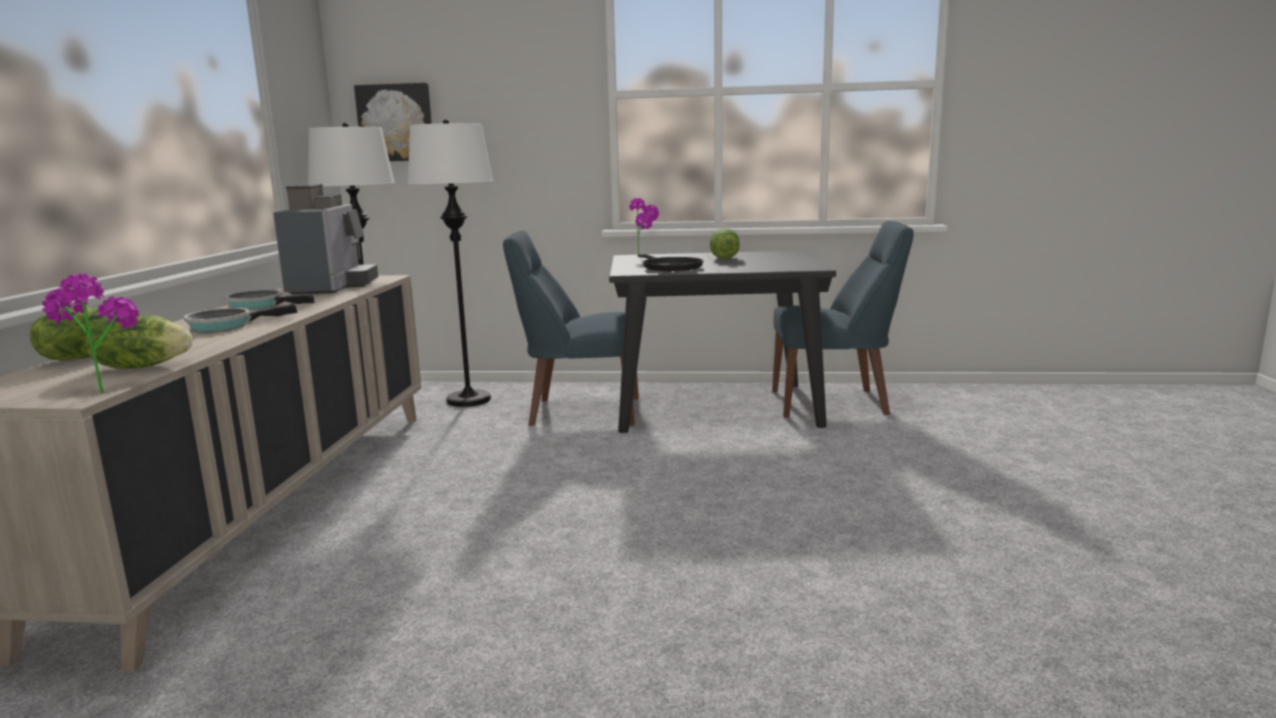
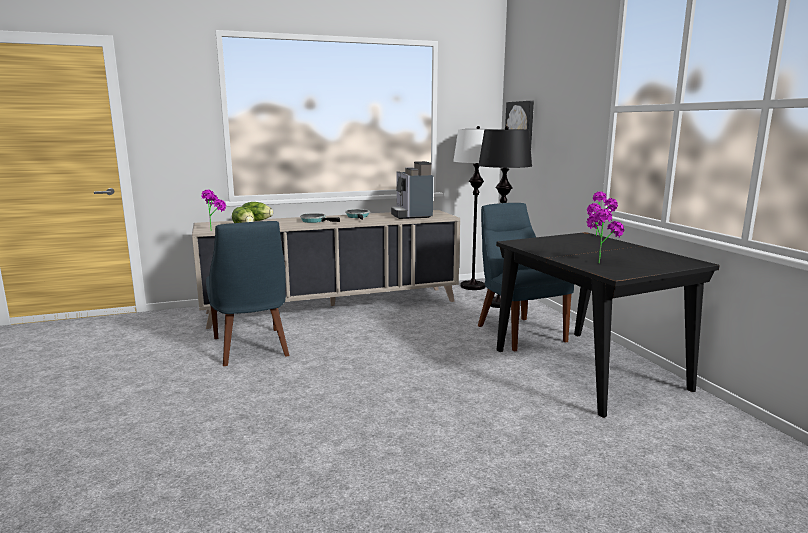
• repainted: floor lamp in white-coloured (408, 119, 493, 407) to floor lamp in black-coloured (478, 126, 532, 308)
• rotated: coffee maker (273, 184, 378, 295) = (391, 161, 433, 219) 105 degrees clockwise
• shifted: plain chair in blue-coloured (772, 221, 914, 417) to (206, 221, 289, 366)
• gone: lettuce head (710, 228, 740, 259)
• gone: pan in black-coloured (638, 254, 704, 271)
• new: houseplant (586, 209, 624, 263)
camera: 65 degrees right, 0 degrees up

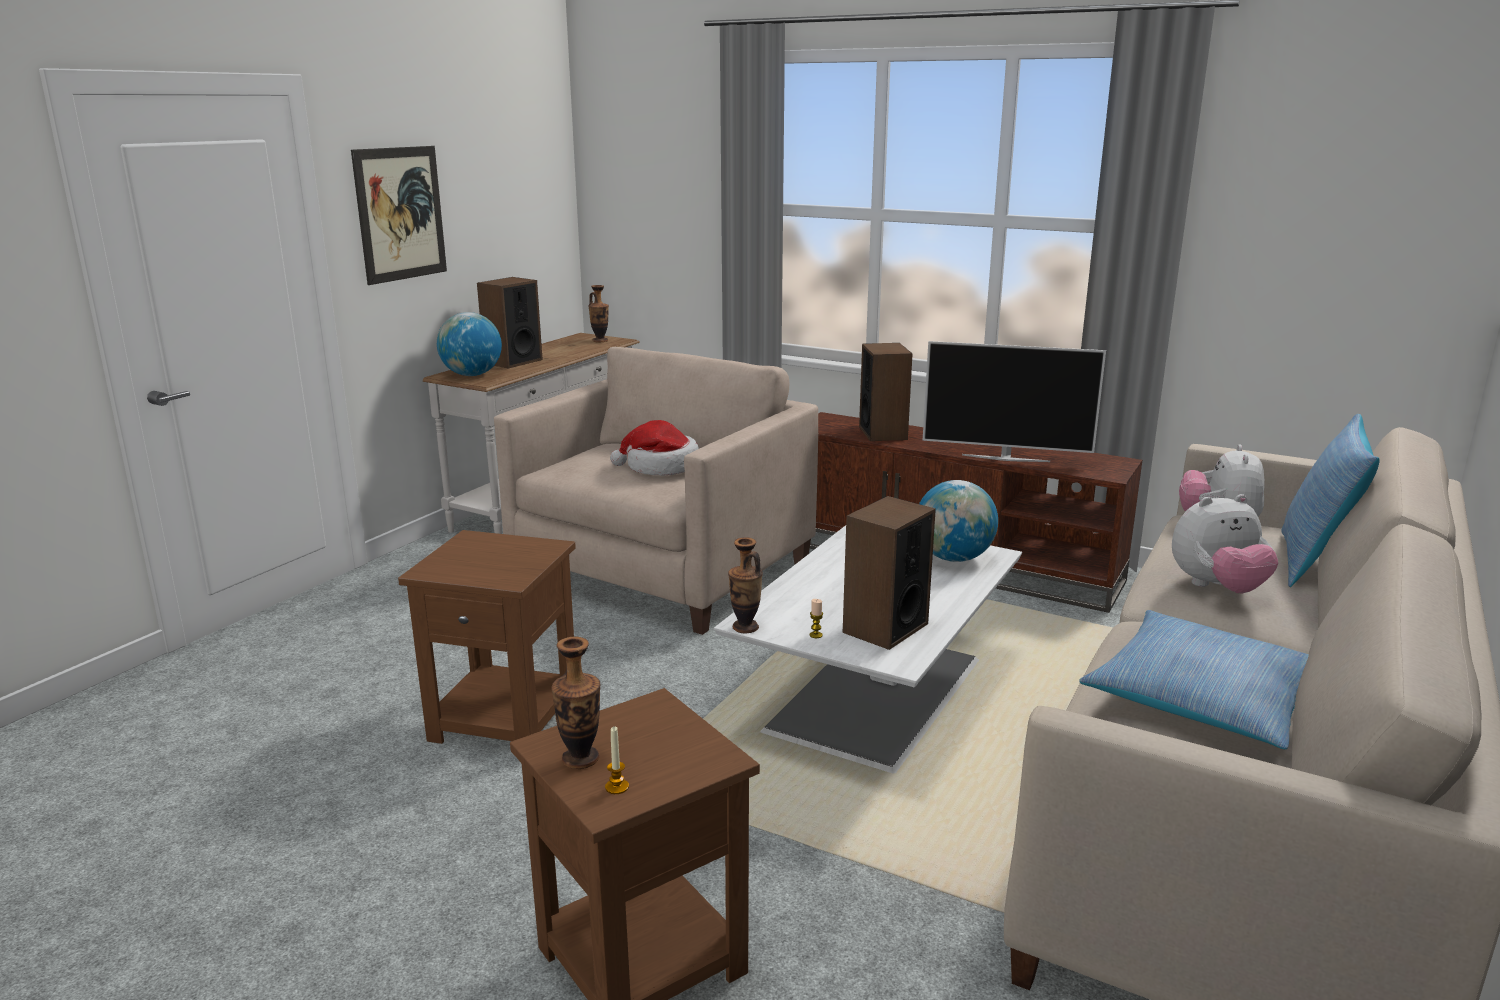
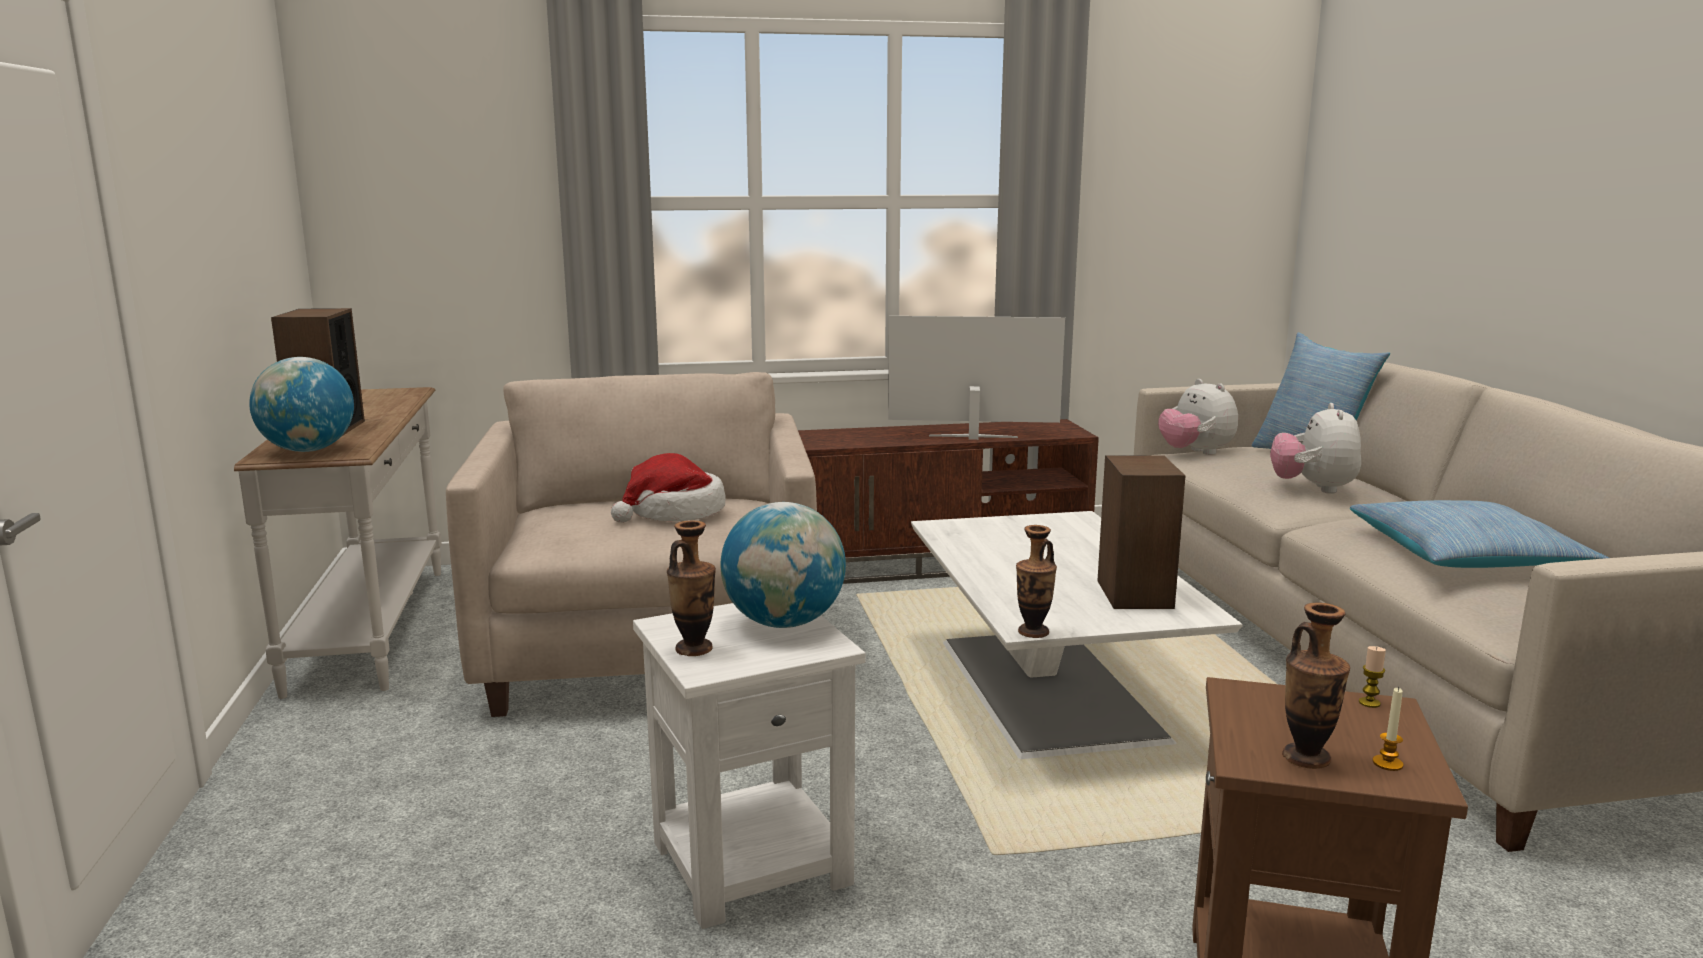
• gone: wall picture (351, 146, 447, 285)
• shifted: flower vase (588, 285, 609, 342) to (667, 521, 716, 656)
• rotated: television (922, 341, 1106, 462) = (888, 316, 1065, 440) 150 degrees counterclockwise
• gone: speaker (859, 343, 912, 441)
• shifted: world globe (919, 480, 998, 562) to (720, 502, 846, 628)
• rotated: cuddly toy (1172, 494, 1278, 593) = (1270, 403, 1361, 494) 150 degrees clockwise
• repainted: end table in brown-coloured (398, 530, 576, 744) to end table in white-coloured (633, 603, 865, 929)
• shifted: wax light (810, 599, 823, 638) to (1359, 646, 1386, 708)
camera: 40 degrees left, 5 degrees down

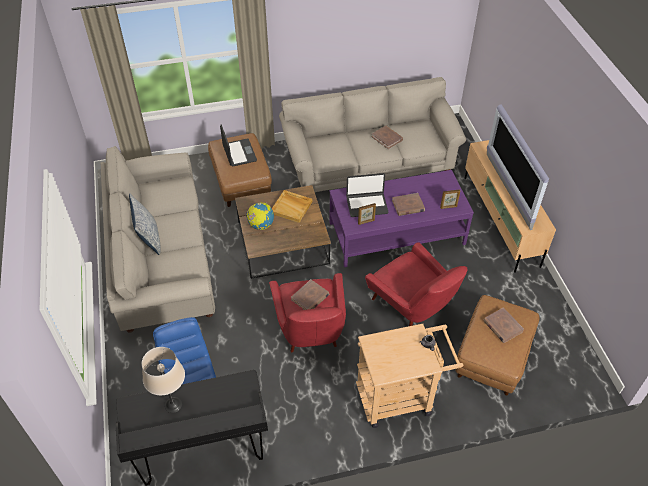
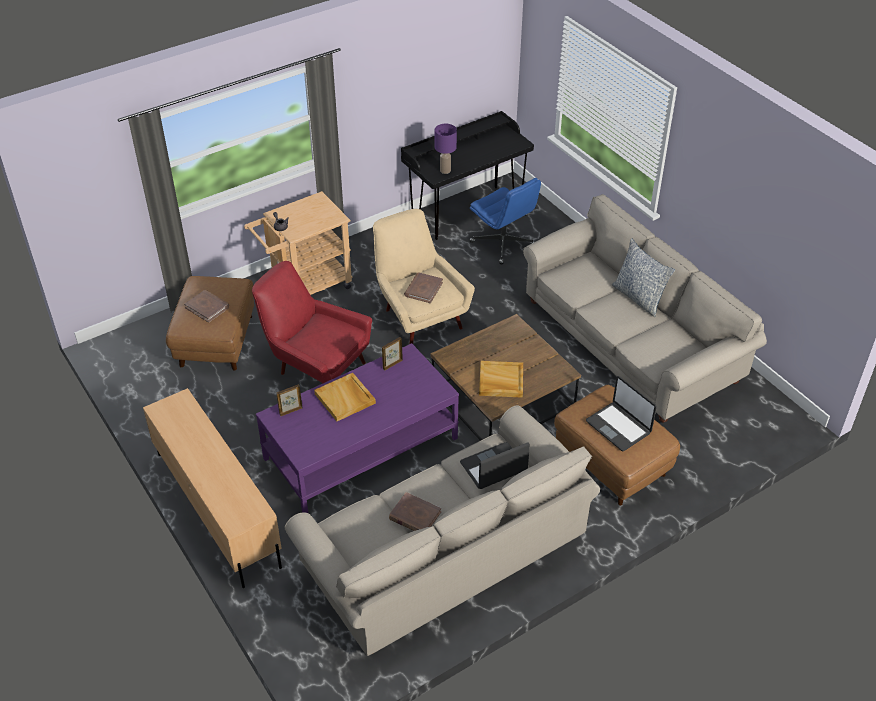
• gone: television (487, 104, 549, 230)
• shifted: portable computer (346, 173, 388, 217) to (460, 442, 530, 489)
• swapped: volume in brown-coloured (392, 193, 425, 216) to serving tray in beige (314, 373, 376, 421)
• gone: world globe (246, 203, 274, 230)
• repainted: lounge chair in red (269, 273, 346, 353) to lounge chair in beige (373, 209, 475, 344)
• gone: tabletop lamp in beige (142, 347, 185, 413)
• new: tabletop lamp in purple (435, 124, 457, 174)
camera: 160 degrees right, 5 degrees down

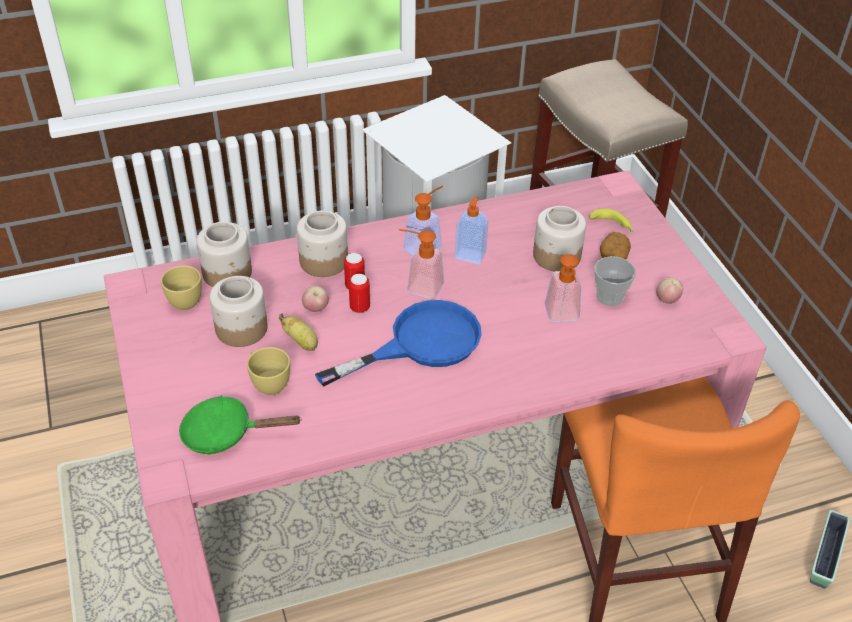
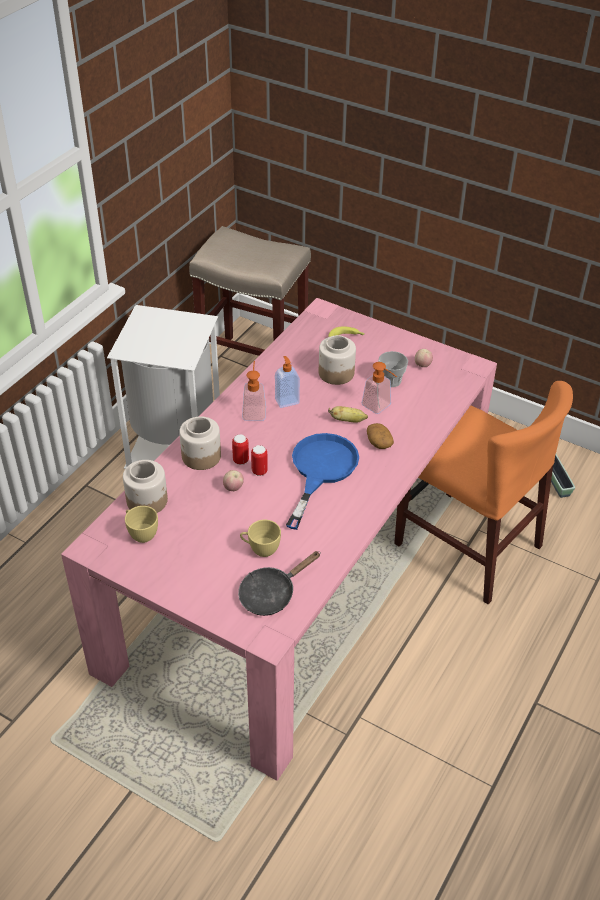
• gone: liquid soap bottle (399, 229, 444, 299)
• shifted: potato (600, 232, 631, 260) to (367, 423, 394, 449)
• gone: jar (209, 276, 268, 347)
• shifted: whole banana (279, 313, 318, 351) to (328, 406, 368, 423)
• repainted: pan in green (179, 396, 302, 455) to pan in black-coloured (238, 551, 321, 616)
camera: 40 degrees left, 0 degrees up

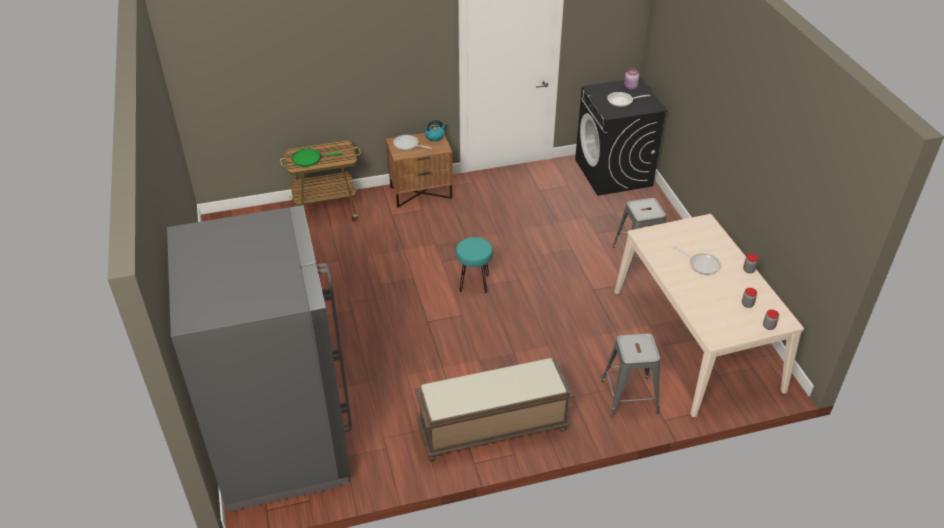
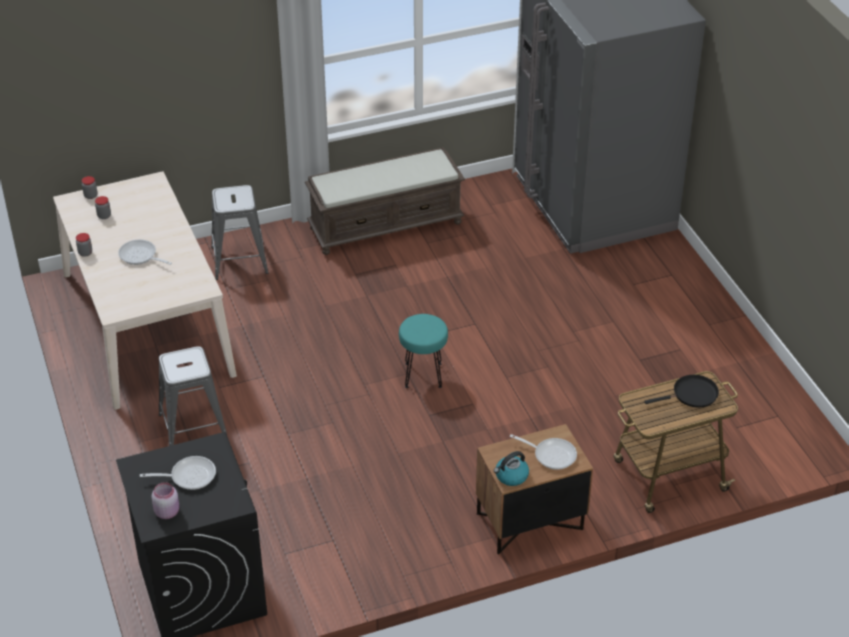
• repainted: pan in green (292, 149, 342, 167) to pan in black-coloured (644, 375, 719, 408)
camera: 175 degrees right, 0 degrees up

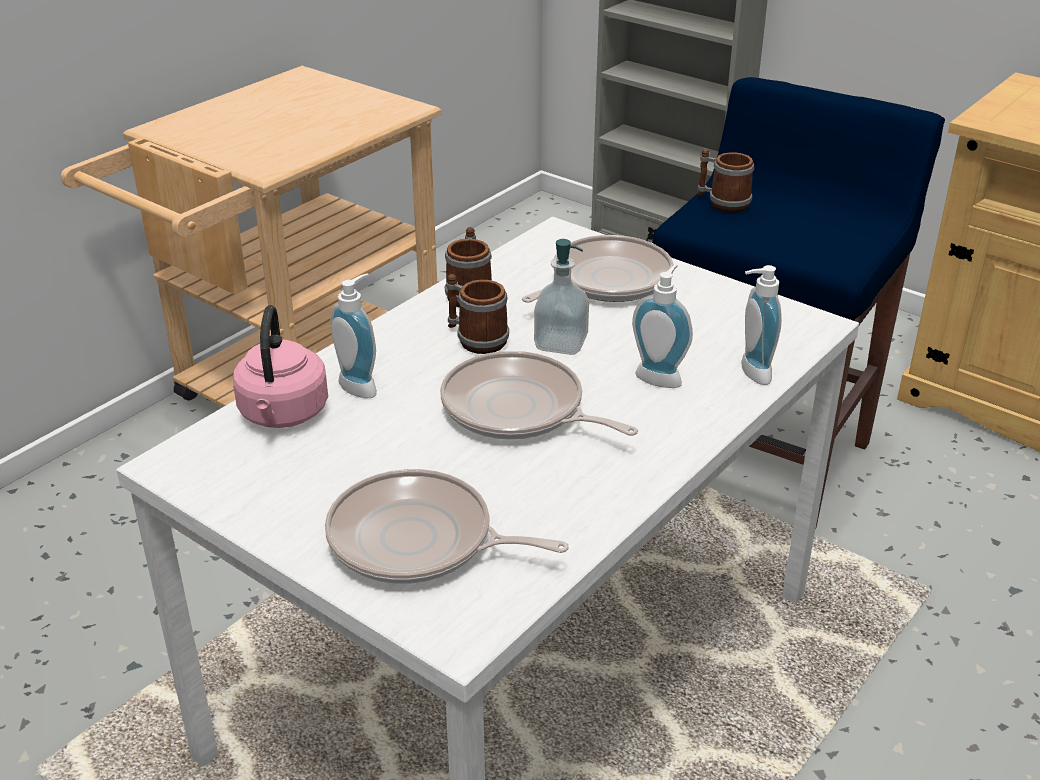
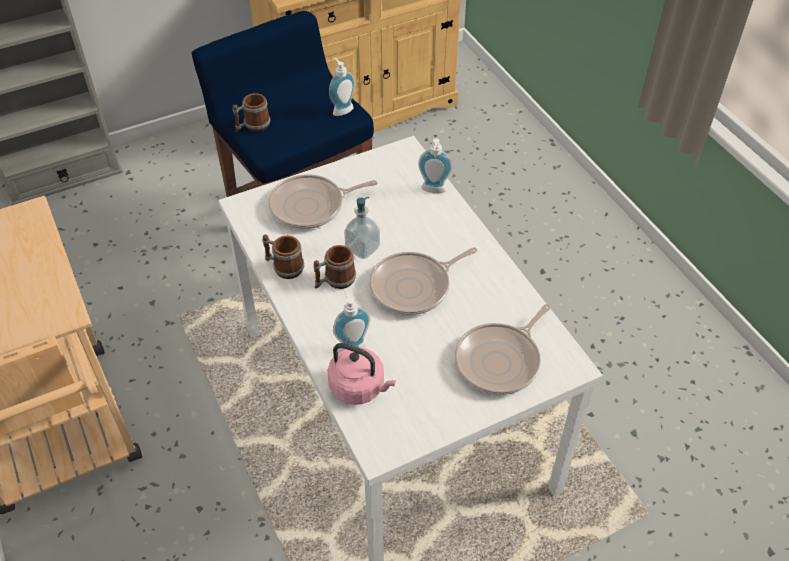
• rotated: pan (522, 235, 674, 303) = (269, 174, 377, 229) 90 degrees counterclockwise
• shifted: liquid soap bottle (632, 264, 693, 388) to (329, 57, 355, 116)
camera: 65 degrees left, 15 degrees up

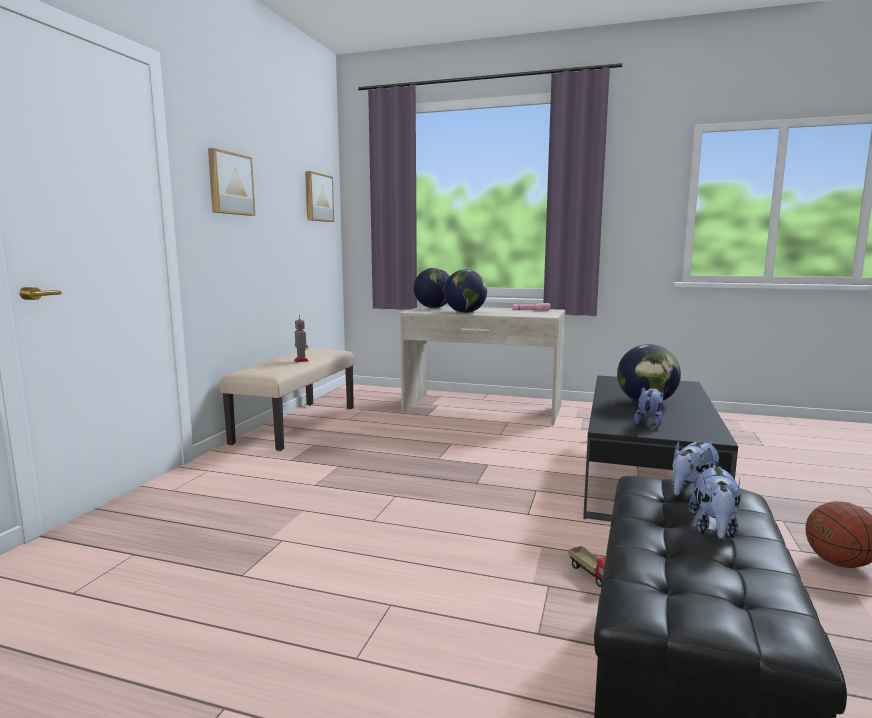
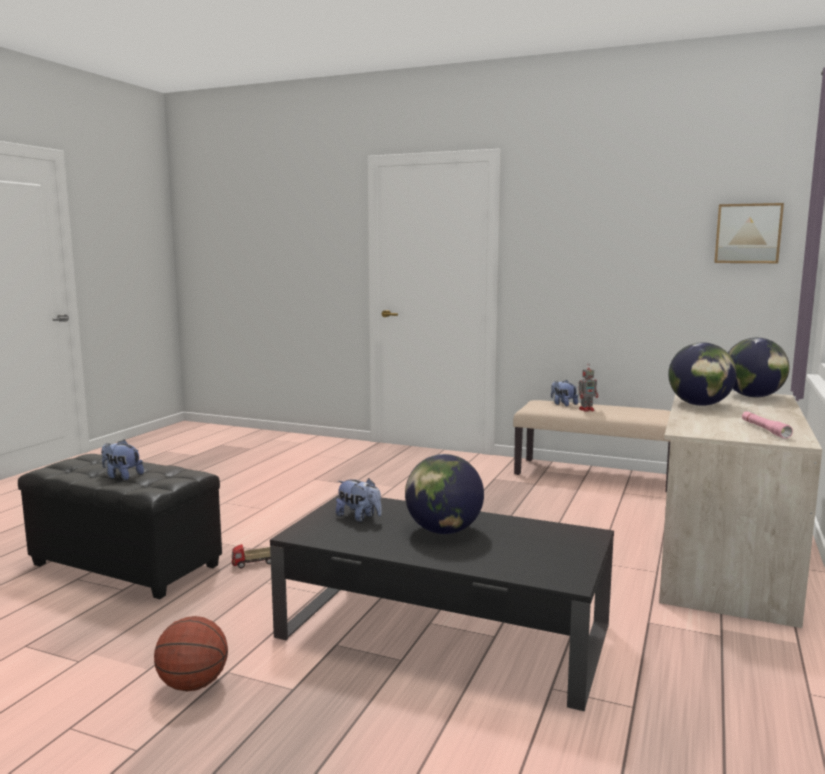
• gone: wall picture (208, 148, 255, 216)
• shifted: cuddly toy (672, 440, 721, 496) to (551, 380, 578, 406)
camera: 95 degrees right, 0 degrees up

